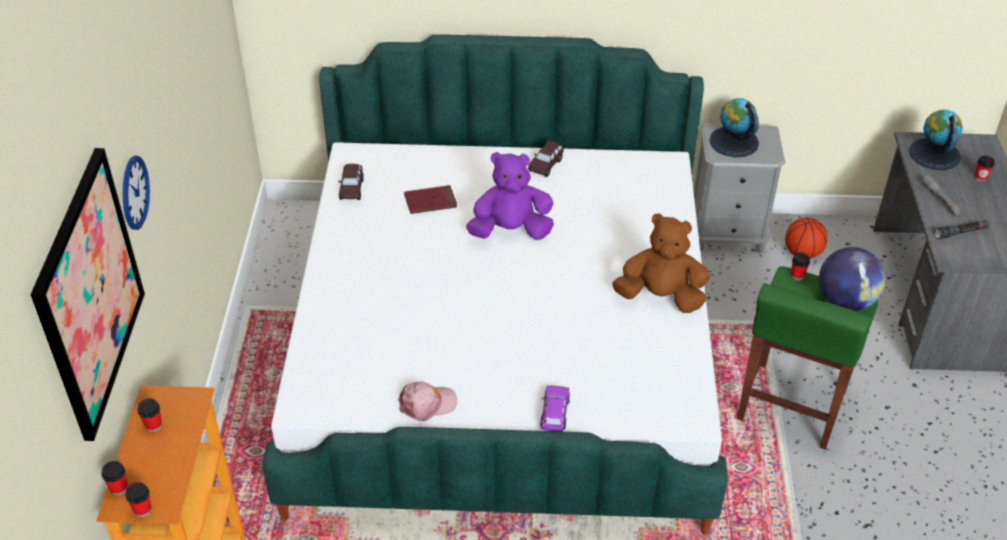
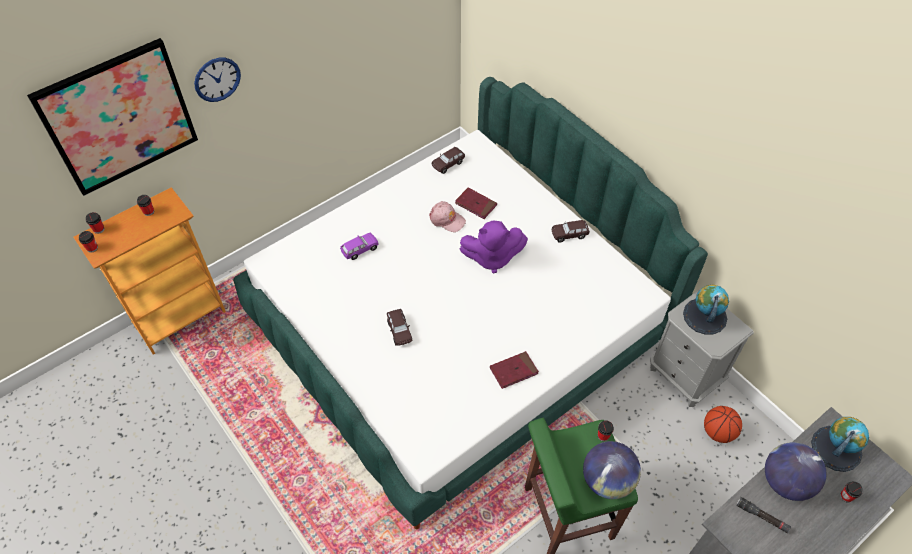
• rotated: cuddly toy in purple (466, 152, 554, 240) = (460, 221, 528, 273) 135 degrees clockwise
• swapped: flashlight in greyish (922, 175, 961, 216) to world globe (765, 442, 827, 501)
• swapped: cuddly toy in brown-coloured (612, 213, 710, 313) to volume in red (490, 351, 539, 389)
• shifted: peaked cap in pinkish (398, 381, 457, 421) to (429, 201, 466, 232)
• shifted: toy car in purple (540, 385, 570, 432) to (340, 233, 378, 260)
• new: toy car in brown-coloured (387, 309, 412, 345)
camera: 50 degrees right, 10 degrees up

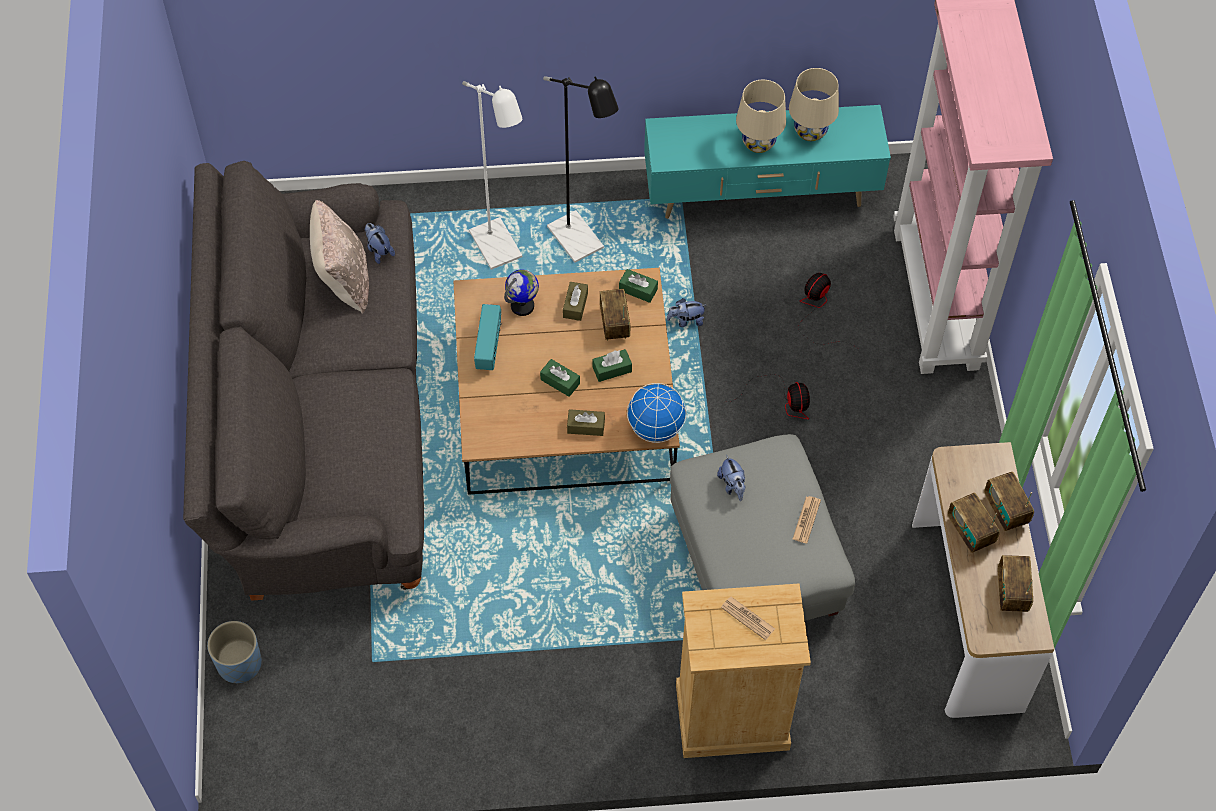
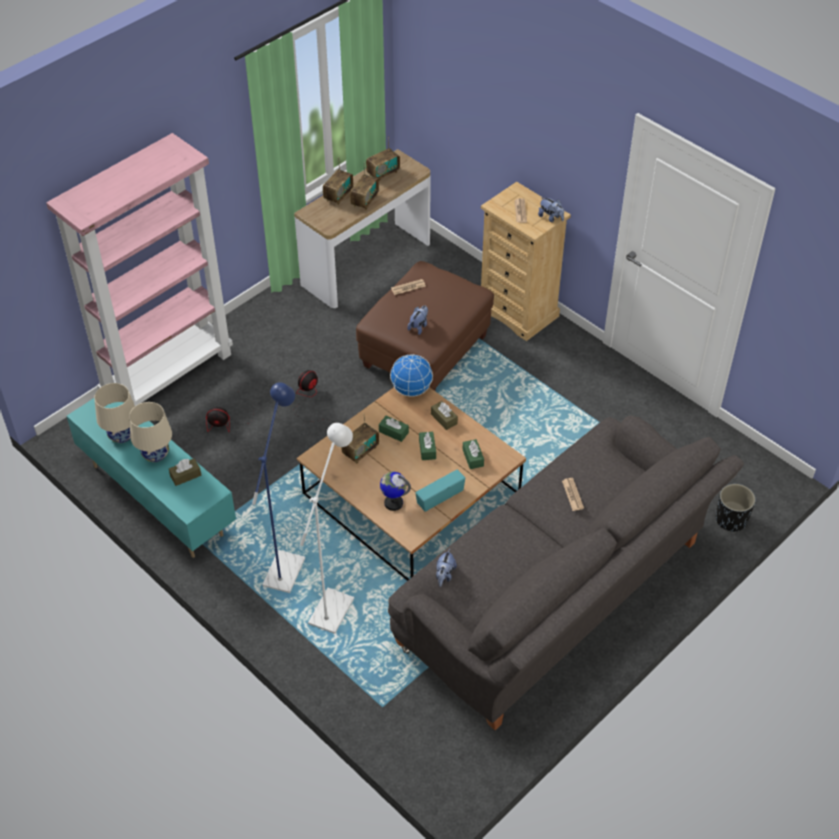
• repainted: floor lamp in black-coloured (543, 76, 619, 263) to floor lamp in blue-coloured (252, 382, 305, 593)
• gone: pillow in beige (310, 200, 369, 314)
• shifted: tissue holder in green (619, 269, 658, 303) to (462, 439, 484, 469)
• shifted: tissue holder in brown-coloured (563, 282, 588, 321) to (169, 458, 201, 486)
• shifted: cuddly toy (667, 298, 706, 327) to (538, 197, 564, 222)
• repainted: pouffe in greyish (670, 434, 855, 621) to pouffe in brown-coloured (356, 261, 494, 391)
• repainted: plant pot in blue-coloured (207, 621, 262, 683) to plant pot in black-coloured (715, 484, 755, 532)
• new: newspaper (562, 478, 584, 511)
camera: 130 degrees left, 10 degrees down

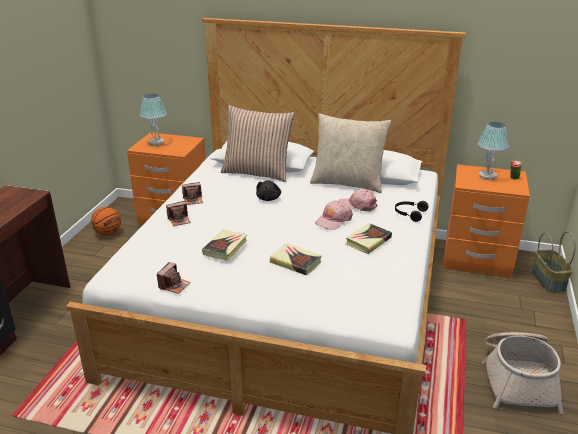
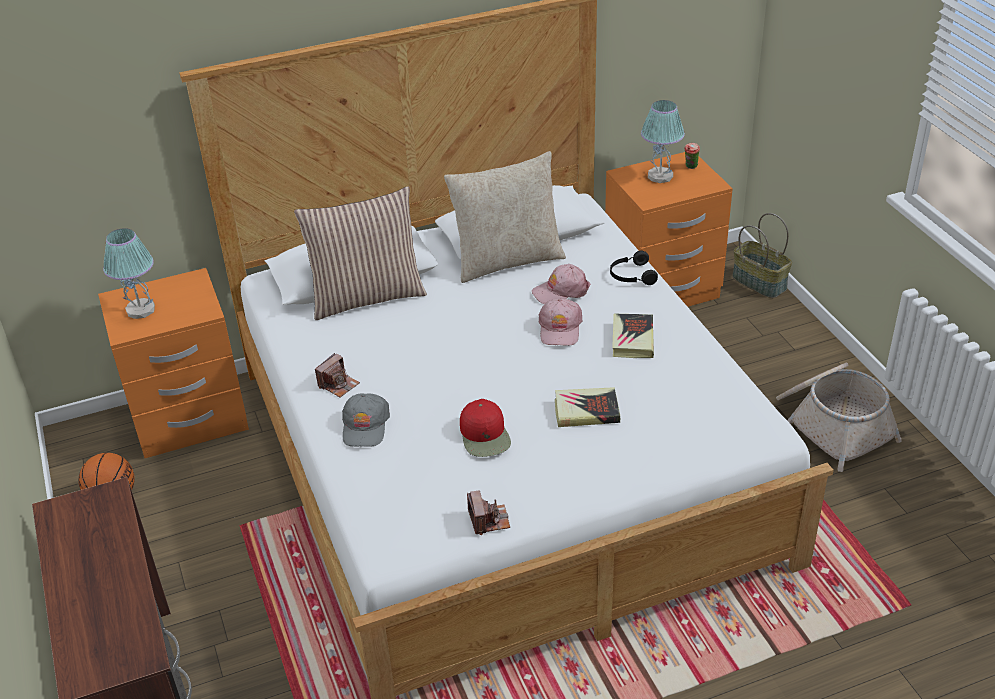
• gone: cuddly toy in black-coloured (256, 181, 281, 201)
• swapped: photo camera (166, 201, 191, 226) to peaked cap in greyish (342, 393, 390, 447)
• swapped: volume (202, 229, 247, 261) to peaked cap in red (460, 399, 511, 457)
camera: 35 degrees left, 10 degrees up

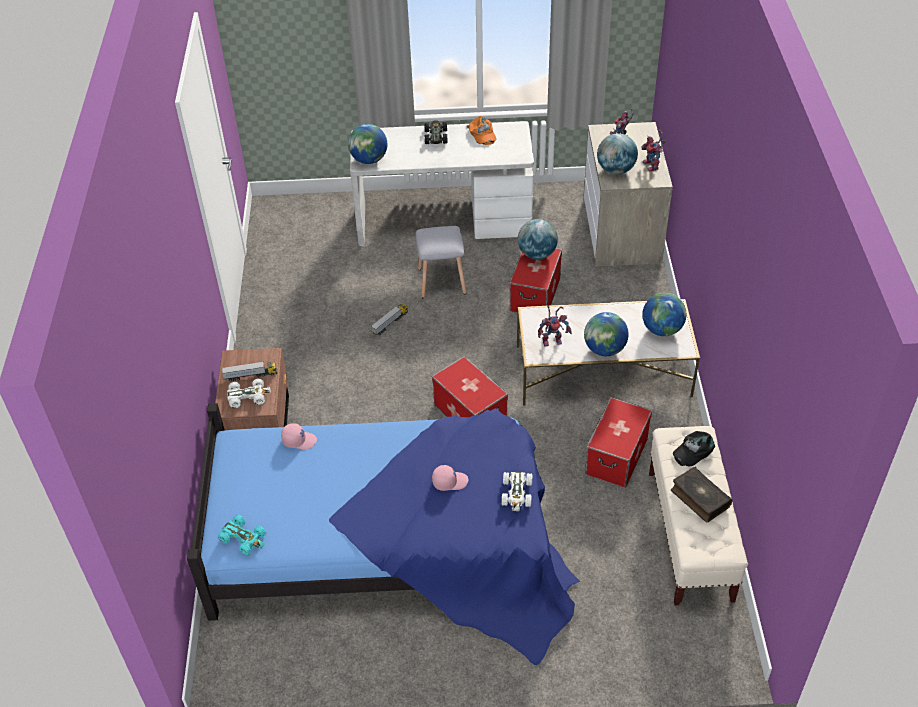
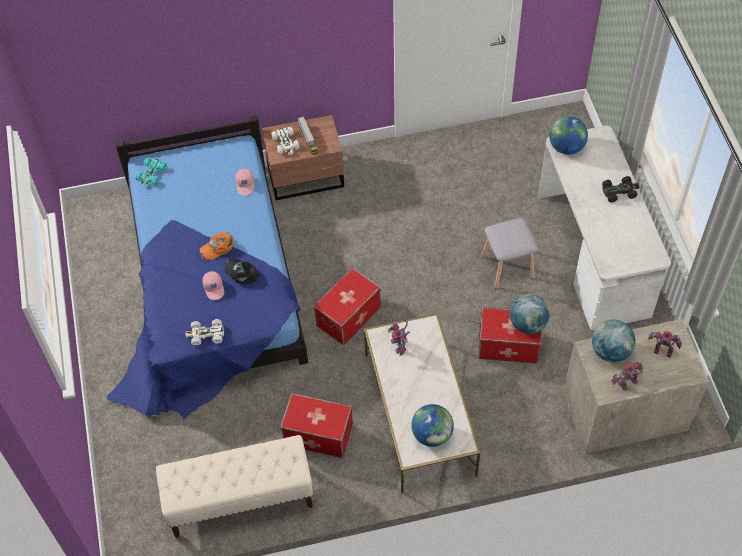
• shifted: peaked cap in orange (467, 116, 496, 145) to (200, 232, 235, 260)
• gone: toy truck (371, 304, 408, 335)
• gone: world globe (584, 312, 628, 356)
• shifted: peaked cap in black-coloured (673, 431, 715, 467) to (225, 258, 261, 284)
• gone: volume (671, 467, 732, 522)
camera: 80 degrees right, 10 degrees up

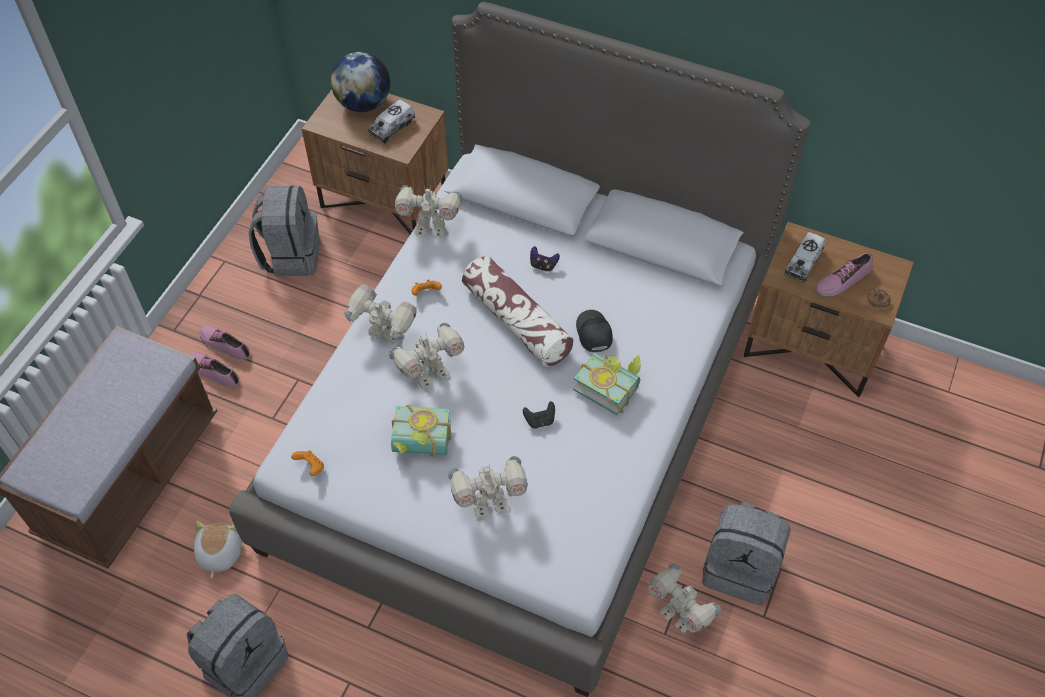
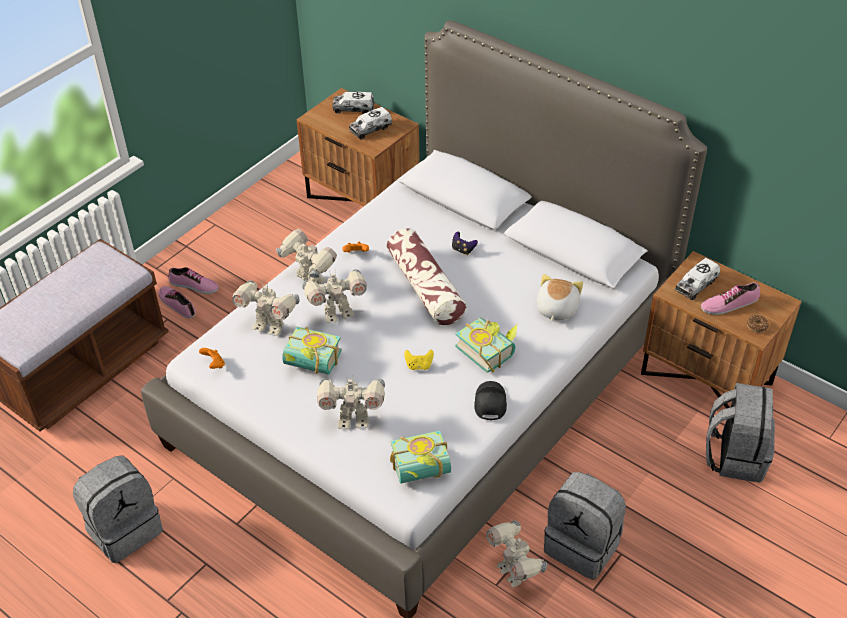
• swapped: world globe (331, 52, 390, 112) to toy truck (333, 92, 374, 114)
• shifted: knapsack in greyish (249, 185, 319, 276) to (706, 383, 775, 483)
• shifted: robot figure (395, 185, 462, 237) to (232, 280, 299, 336)
• shifted: peaked cap in black-coloured (576, 310, 613, 352) to (474, 381, 507, 420)
• rotated: shoe (199, 326, 250, 360) = (169, 267, 219, 294) 150 degrees clockwise
• repainted: joypad in black-coloured (523, 401, 555, 428) to joypad in yellow (404, 349, 434, 370)
• shifted: cuddly toy (194, 520, 242, 578) to (537, 274, 583, 322)
• new: volume (390, 430, 451, 484)
camera: 15 degrees right, 10 degrees down

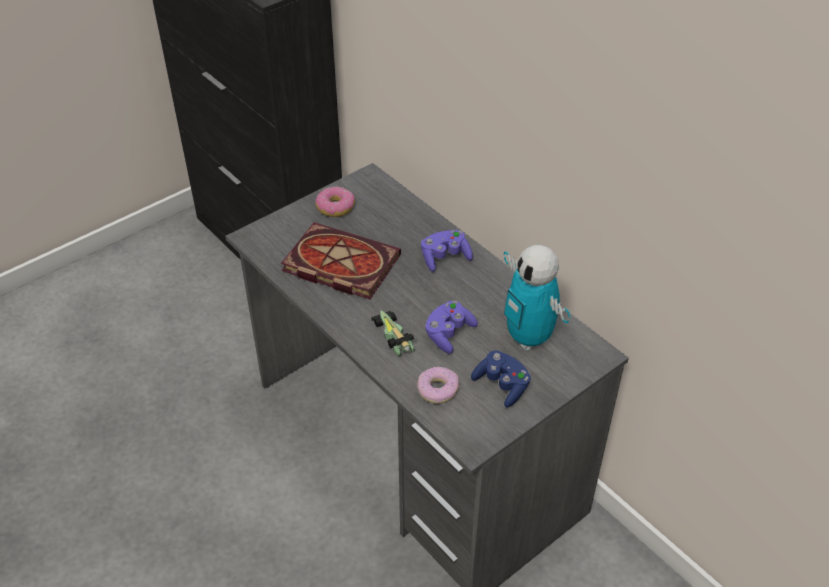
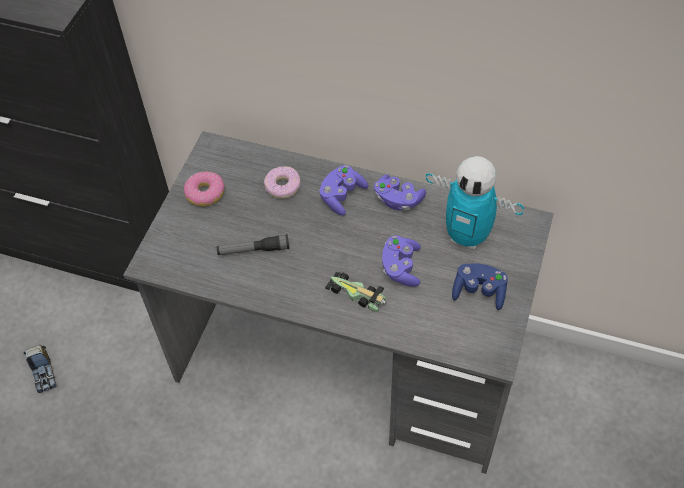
• swapped: volume (281, 222, 401, 299) to flashlight (217, 234, 289, 255)
• shifted: doughnut (417, 366, 460, 404) to (264, 166, 300, 199)
• new: joypad in purple (374, 175, 426, 210)
• new: toy truck (24, 345, 56, 393)
camera: 30 degrees left, 10 degrees up

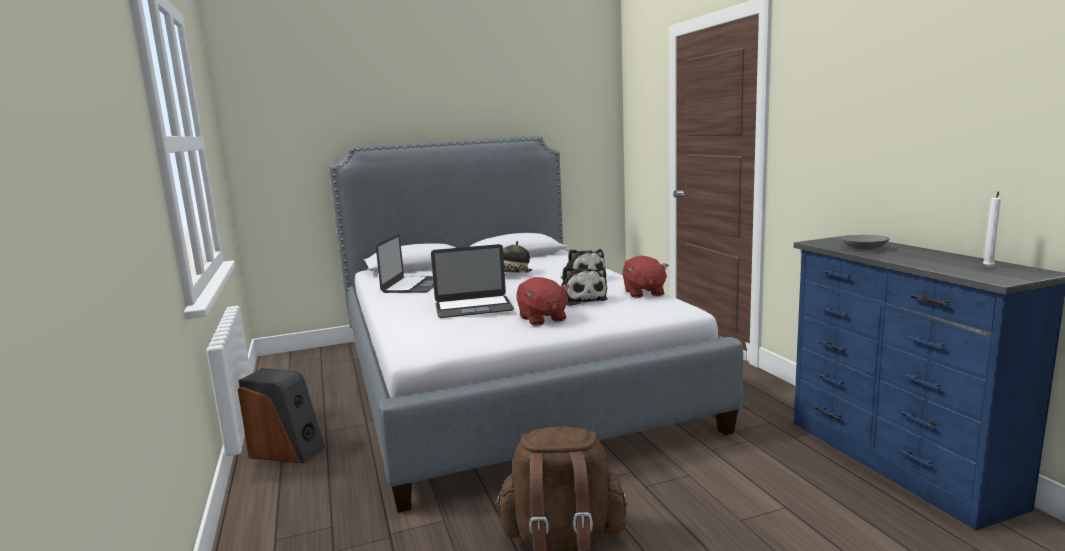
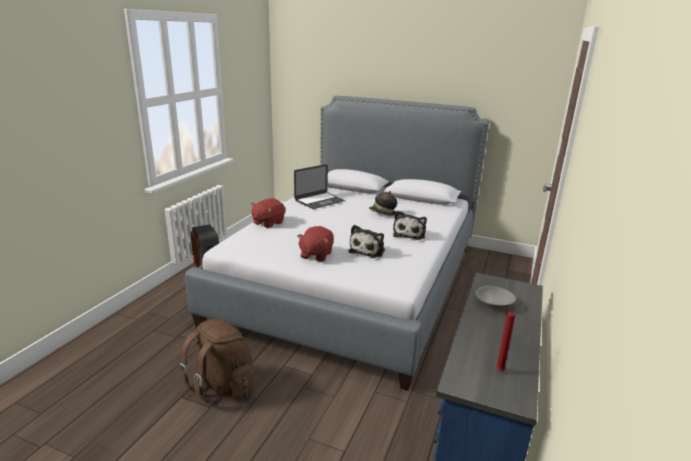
• repainted: wax light in white-coloured (983, 191, 1001, 268) to wax light in red (496, 308, 516, 371)
• gone: portable computer (431, 244, 514, 318)
• shifted: cuddly toy in red (622, 256, 669, 298) to (251, 198, 285, 228)
camera: 40 degrees right, 10 degrees up

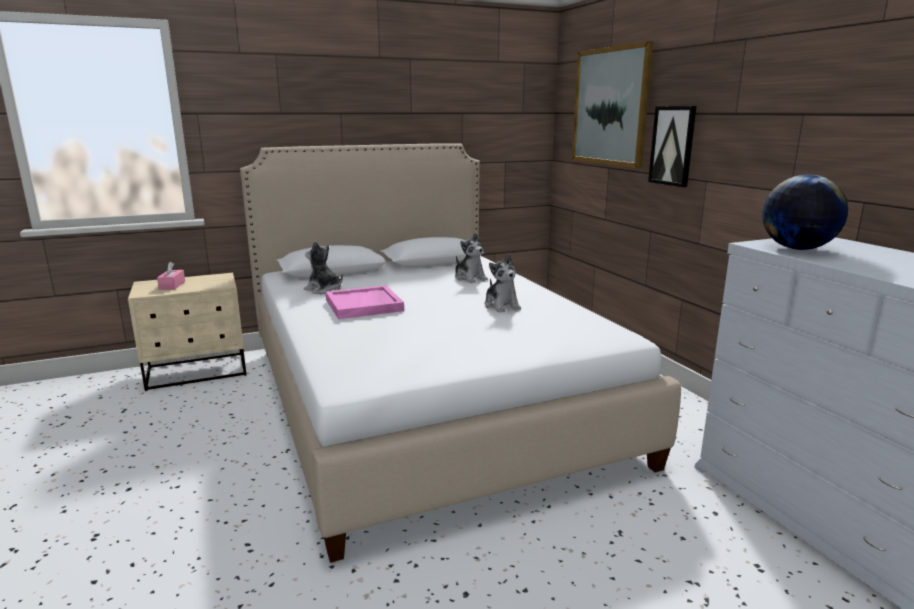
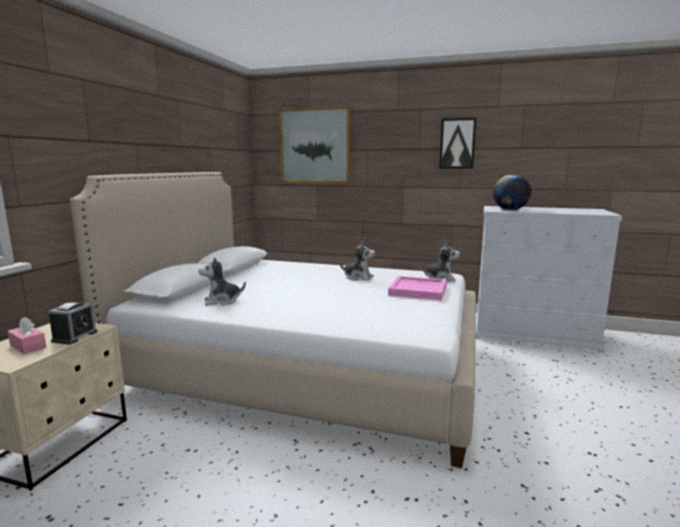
• shifted: wall picture (648, 106, 697, 187) to (439, 117, 477, 168)
• shifted: cuddly toy (455, 233, 488, 283) to (421, 241, 460, 281)
• shifted: serving tray in pinkish (326, 285, 404, 319) to (388, 276, 447, 301)
• new: table clock (48, 302, 98, 345)
camera: 50 degrees left, 5 degrees down

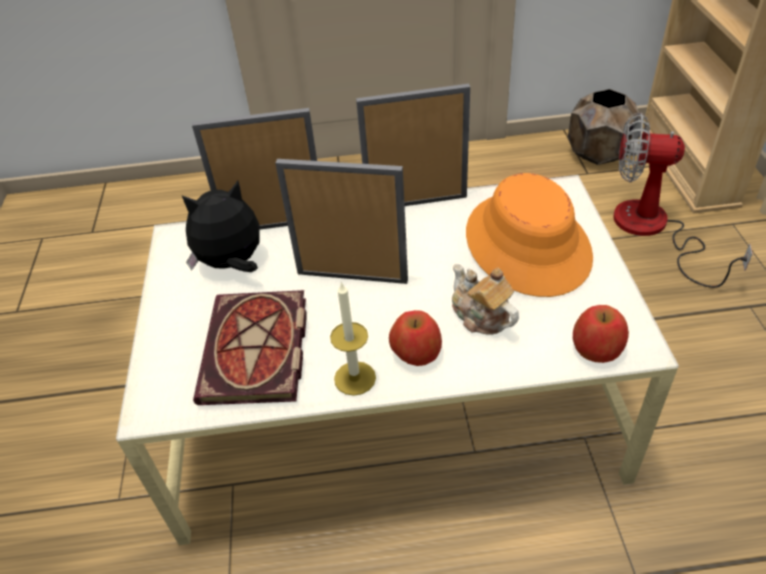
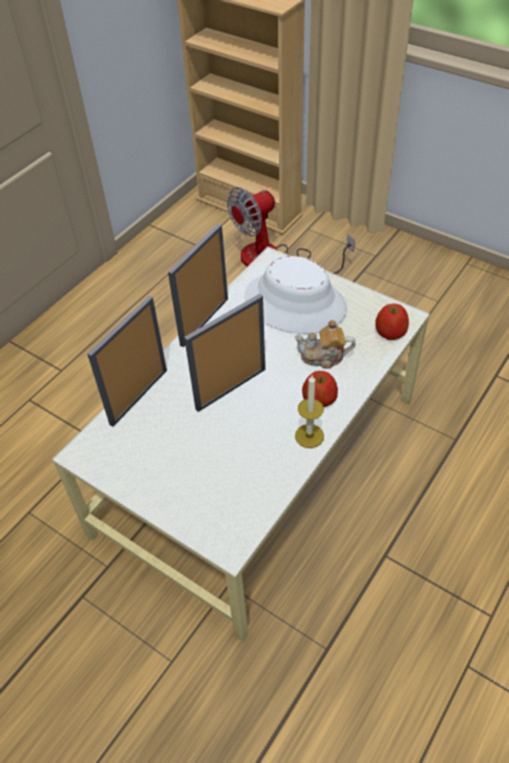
• gone: plant pot in brown-coloured (568, 89, 640, 165)
• repainted: clothing hat in orange (466, 173, 593, 297) to clothing hat in white-coloured (245, 256, 347, 334)
• gone: cuddly toy (182, 181, 260, 272)
• gone: volume (193, 290, 307, 405)
camera: 50 degrees left, 5 degrees up

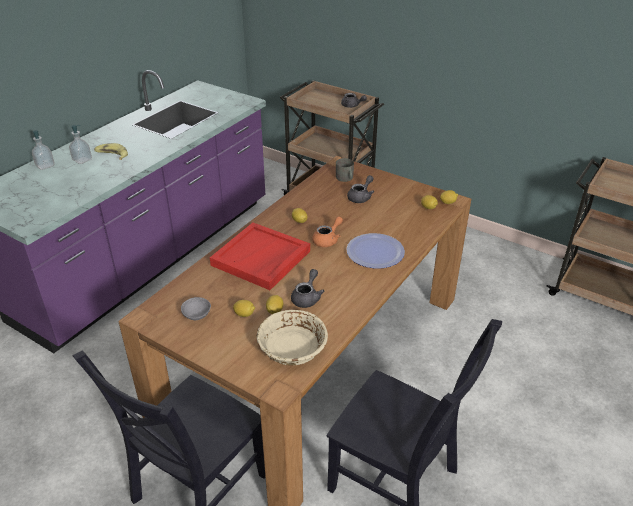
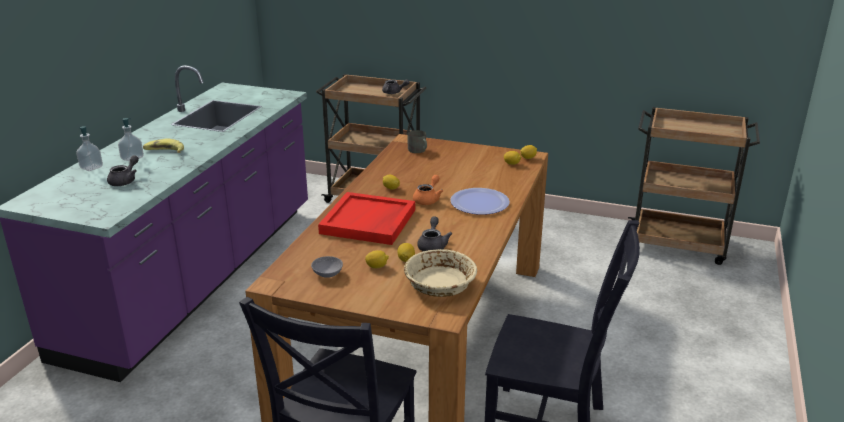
• shifted: tea pot in greyish (347, 175, 374, 203) to (107, 155, 139, 186)
camera: 15 degrees left, 10 degrees down

